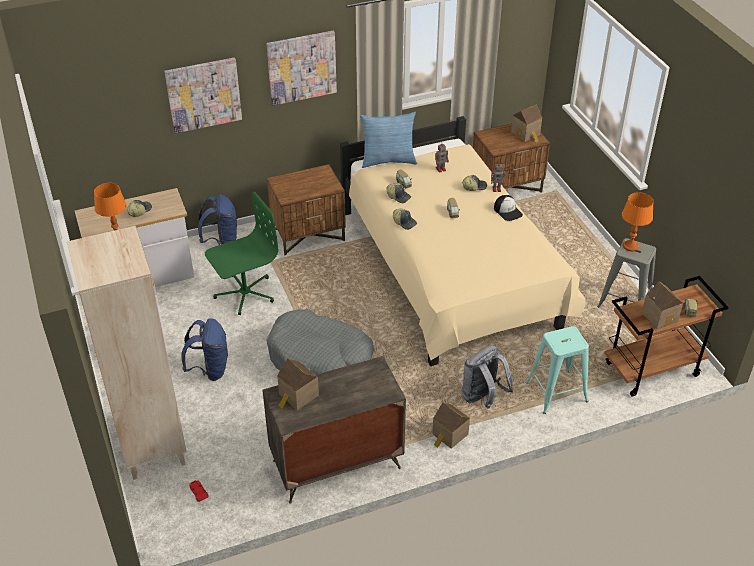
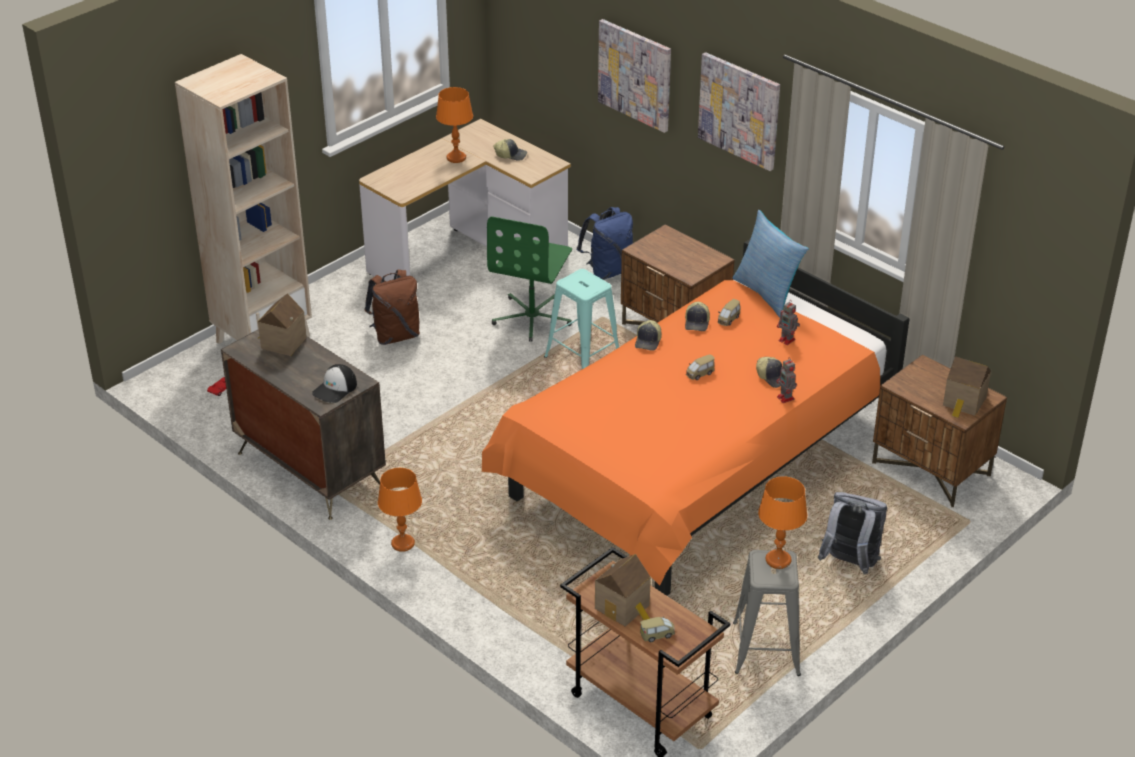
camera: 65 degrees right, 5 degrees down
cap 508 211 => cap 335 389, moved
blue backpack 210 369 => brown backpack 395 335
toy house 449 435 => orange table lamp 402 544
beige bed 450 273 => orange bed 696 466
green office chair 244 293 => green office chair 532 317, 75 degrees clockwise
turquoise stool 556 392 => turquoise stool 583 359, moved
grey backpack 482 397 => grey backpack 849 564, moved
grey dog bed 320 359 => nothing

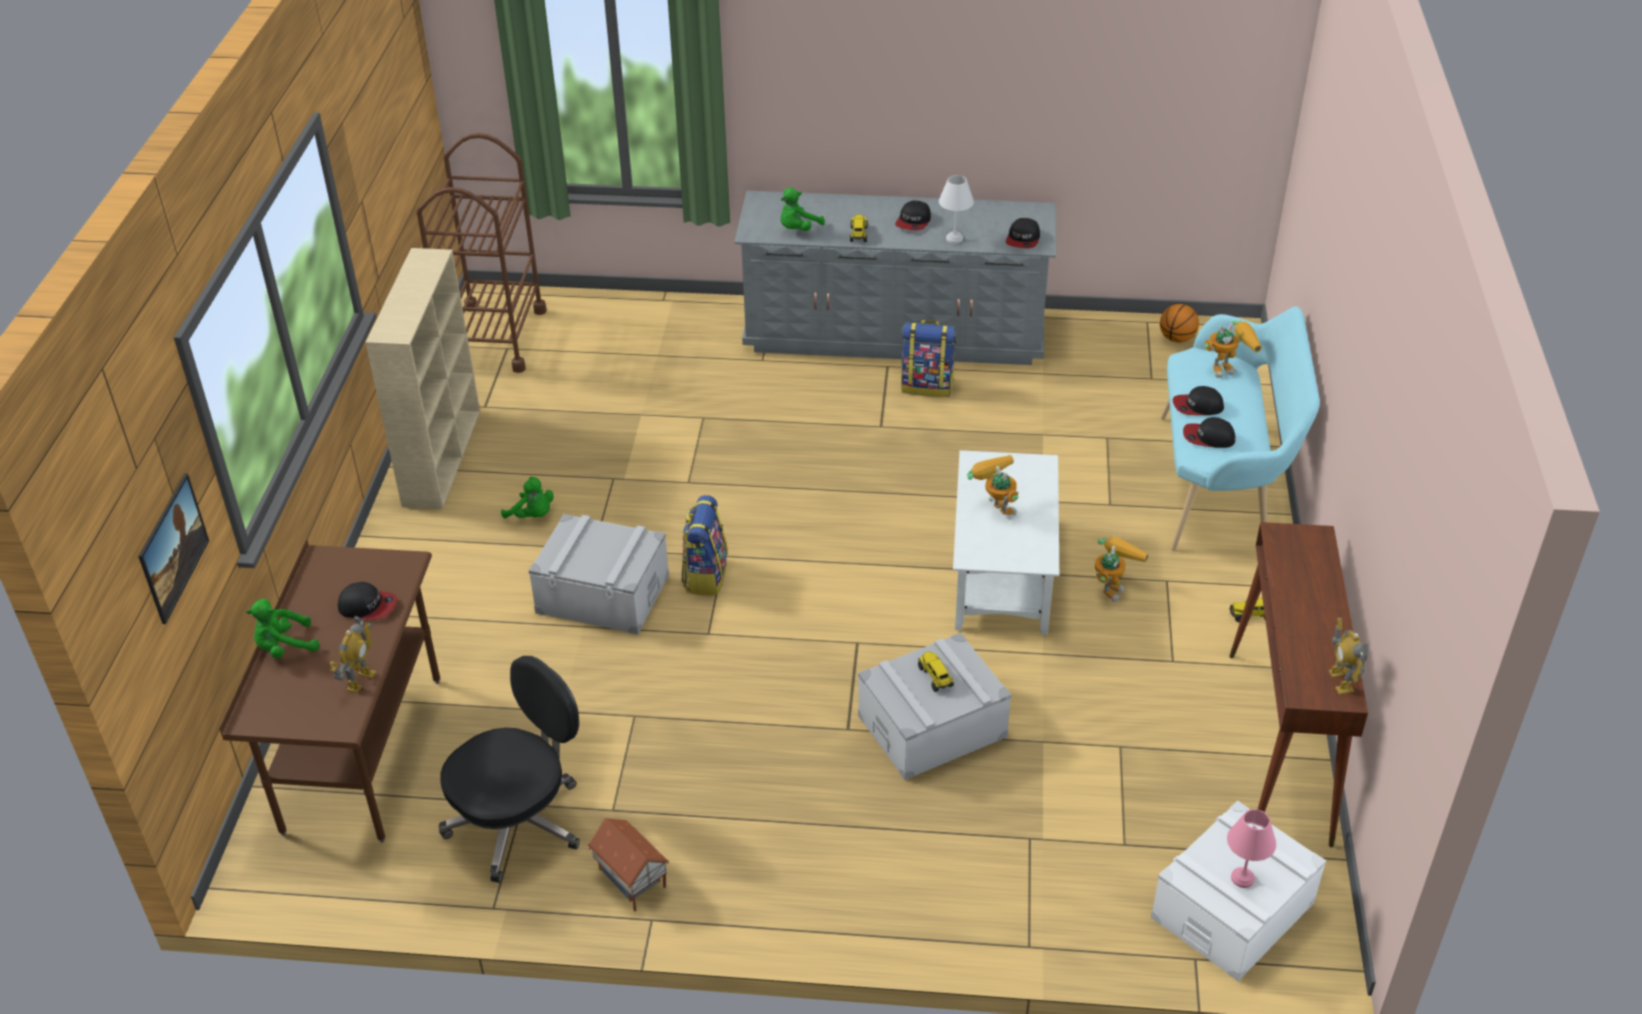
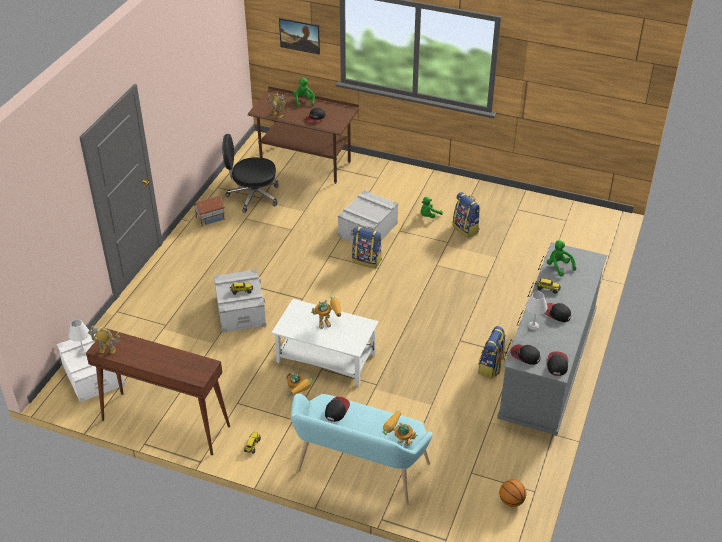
camera: 105 degrees right, 0 degrees up
pink table lamp 1241 878 => white table lamp 83 351
black office chair 519 822 => black office chair 252 196, 120 degrees clockwise
toy robot 1228 367 => toy robot 398 442, 120 degrees clockwise
nothing => backpack 466 229
cap 1197 406 => cap 557 364, moved
beige bookcase 442 456 => nothing
brown cart 494 338 => nothing

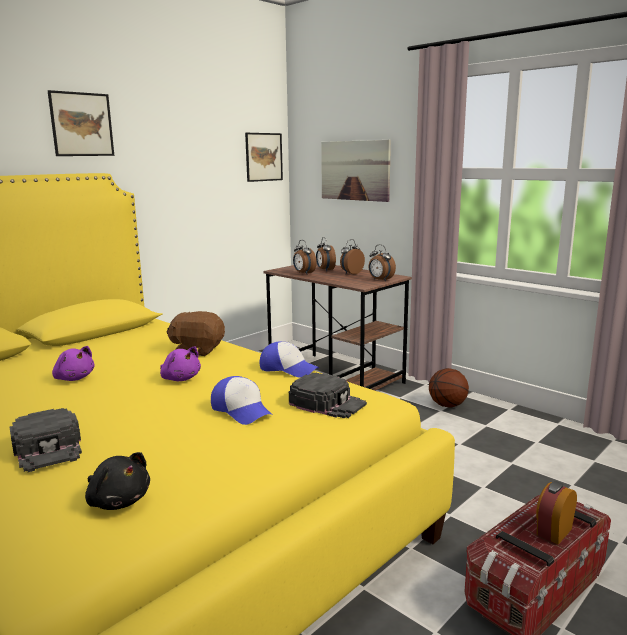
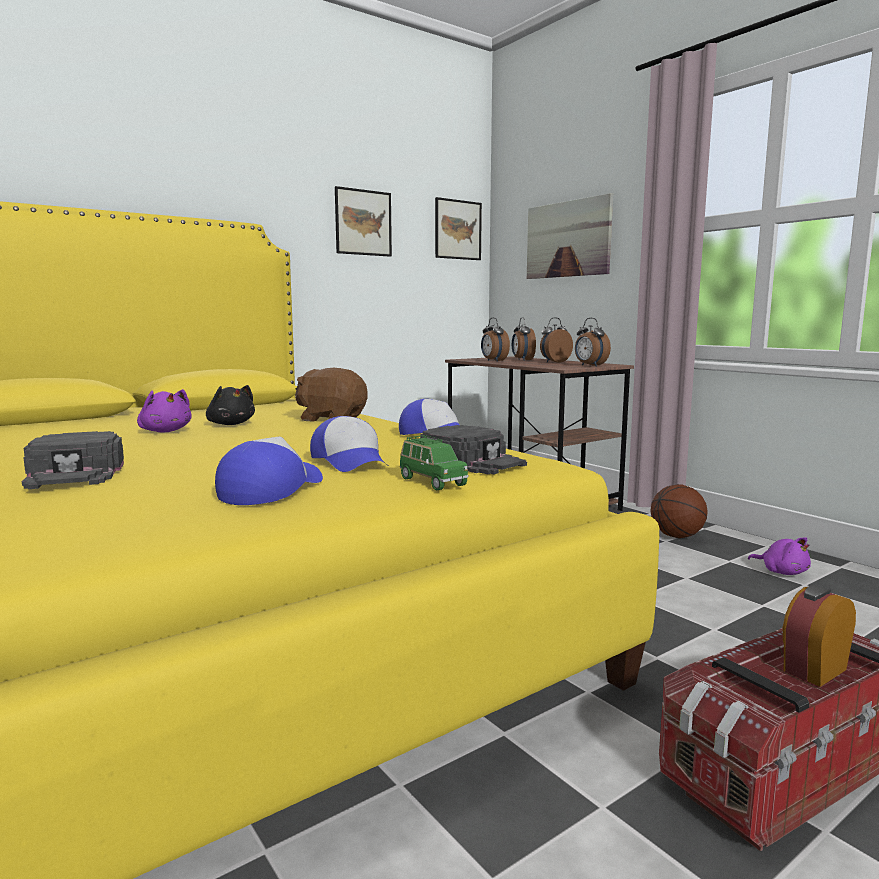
camera: 10 degrees right, 5 degrees down
black plush toy 118 501 => black plush toy 230 424, moved
nothing => cap 271 489
picture 81 124 => picture 363 222, moved
nothing => green toy car 432 481
purple plush toy 180 378 => purple plush toy 782 572, moved

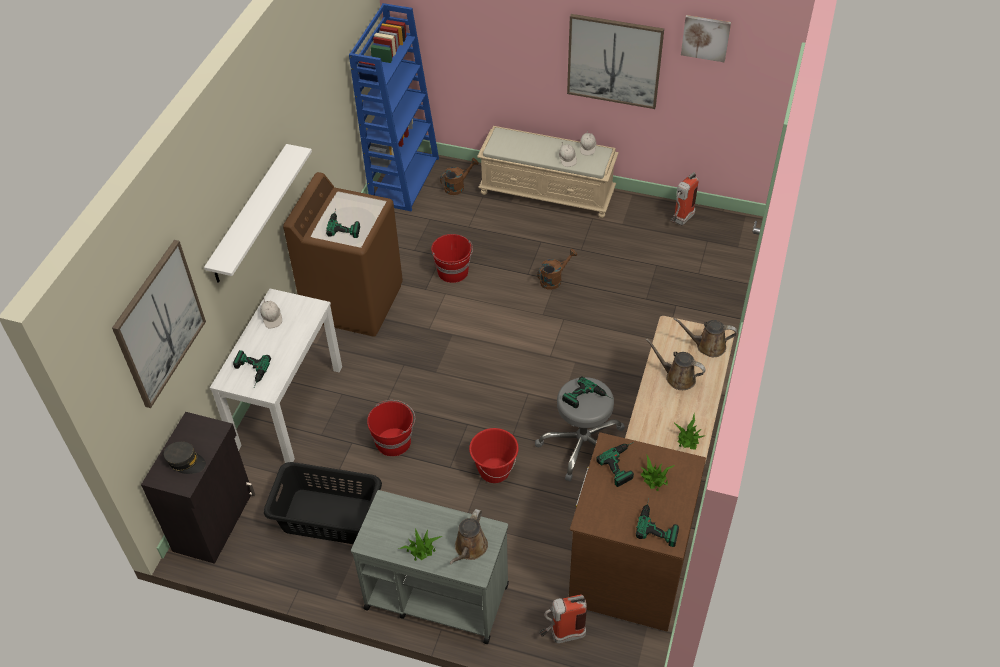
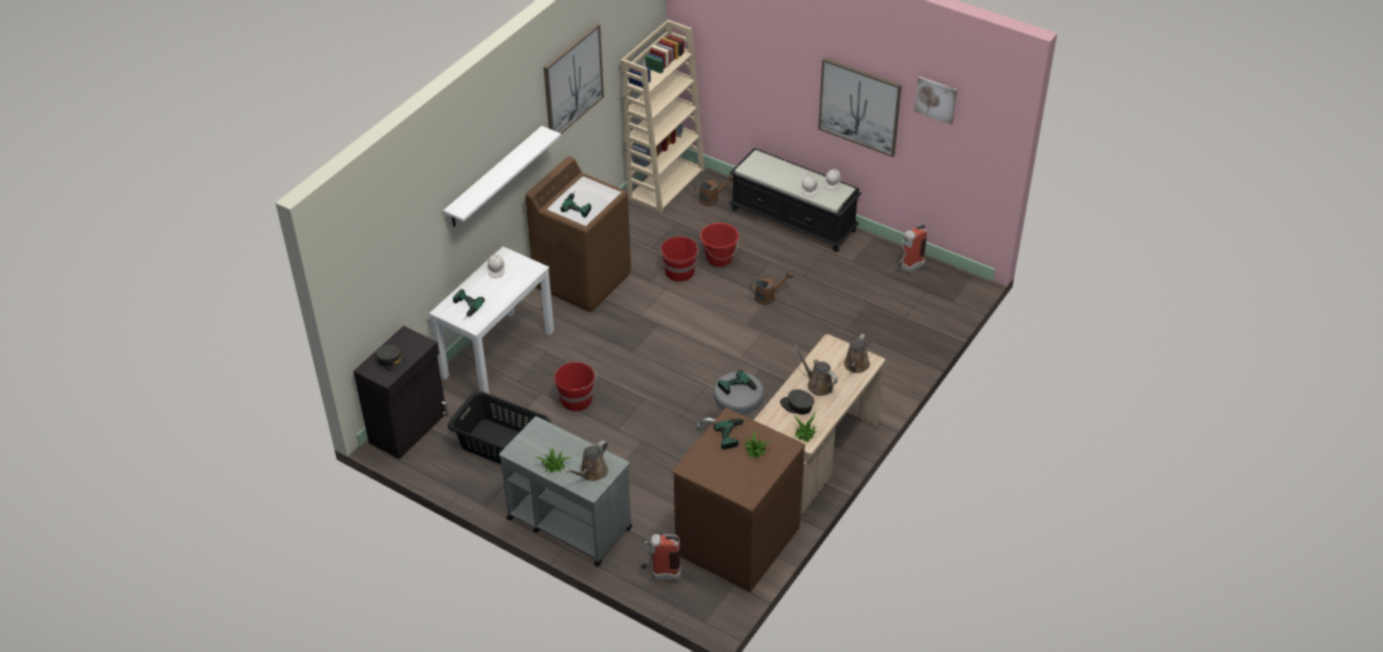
camera: 15 degrees right, 5 degrees down
picture 159 323 => picture 573 81, moved
blue bookcase 404 179 => beige bookcase 666 183
red bucket 494 471 => red bucket 719 259, moved
beige bench 548 192 => black bench 794 219
nothing => grey cap 797 406
brown watering can 707 346 => brown watering can 855 366, 90 degrees counterclockwise
power drill 658 523 => nothing

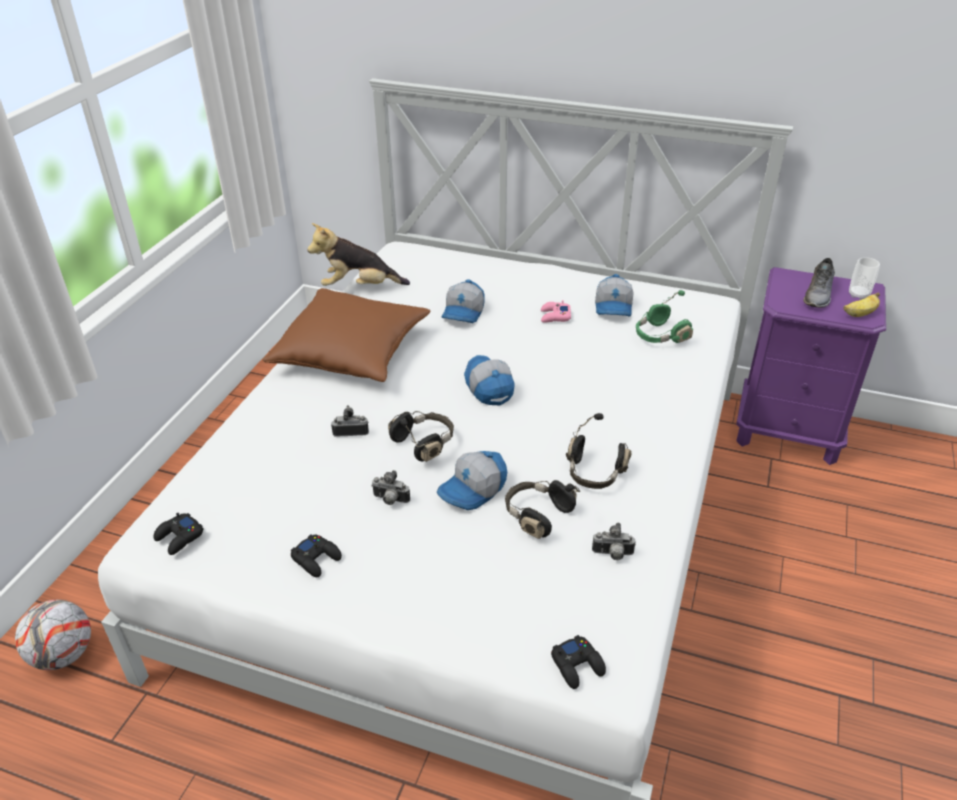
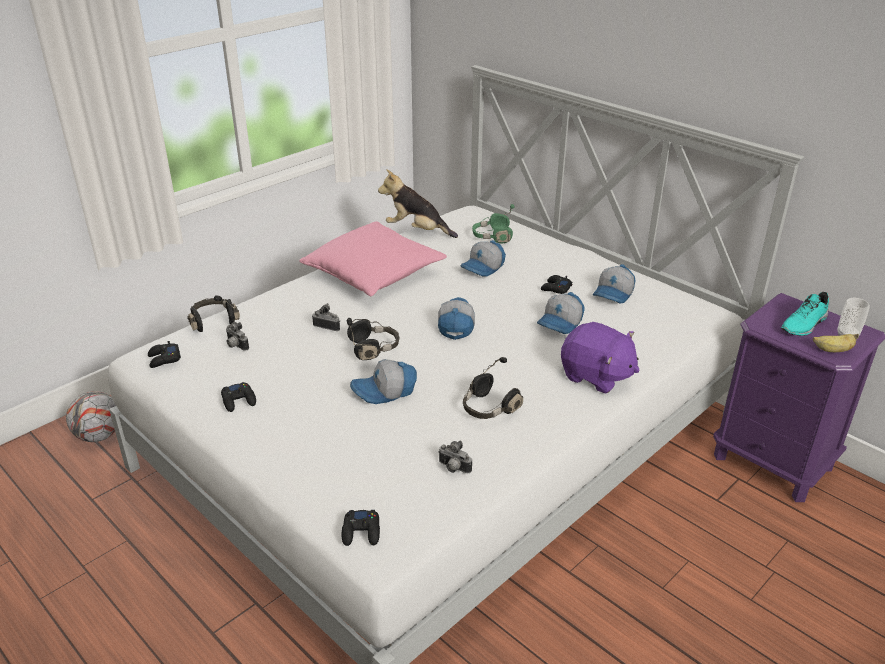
camera: 25 degrees right, 5 degrees down
black headphones 537 515 => black headphones 213 321, moved
photo camera 390 500 => photo camera 235 346, moved
brown pillow 351 352 => pink pillow 374 274
green headphones 660 336 => green headphones 492 237, moved
nothing => cap 561 323
pink game controller 555 316 => black game controller 555 288
nothing => purple plush toy 596 376
grey shoe 818 295 => turquoise shoe 804 325

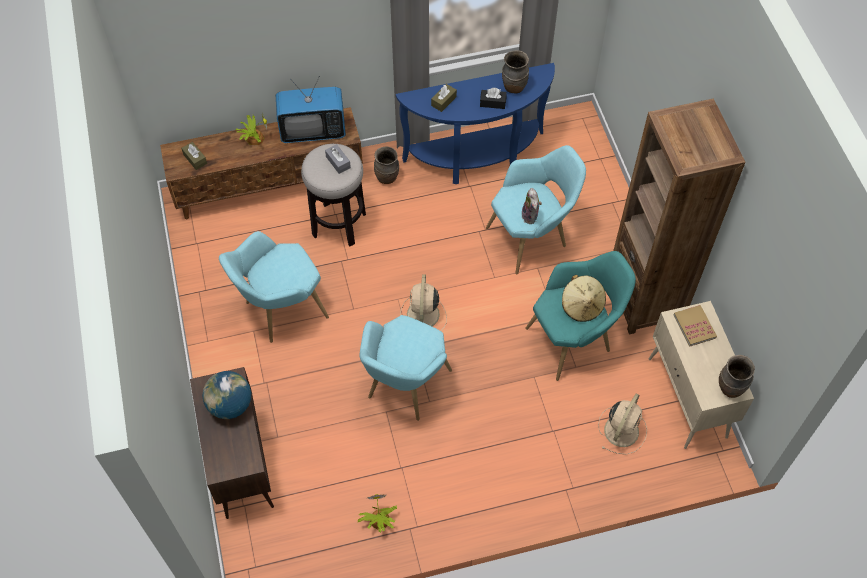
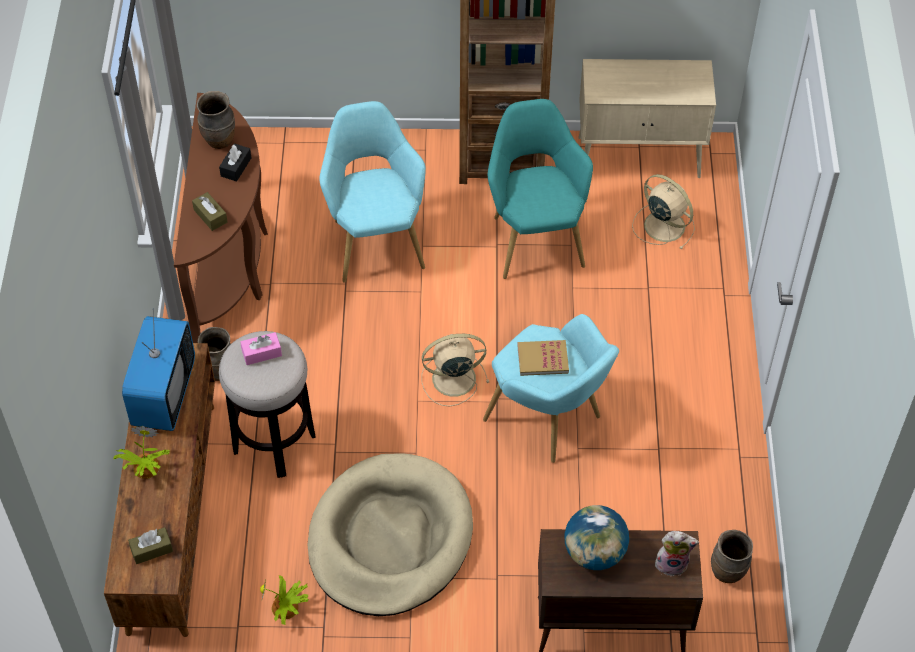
camera: 75 degrees left, 5 degrees down
blue console table 477 159 => brown console table 231 265
grey tissue box 338 162 => pink tissue box 261 353
potted plant 379 521 => potted plant 286 608, moved
turquoise armchair 280 310 => beige dog bed 390 538
beige fan 423 315 => beige fan 451 379, 150 degrees clockwise
book 694 326 => book 542 359, moved
plush toy 531 216 => plush toy 672 563, moved
brown vase 730 388 => brown vase 728 572, moved
beige hat 582 305 => nothing

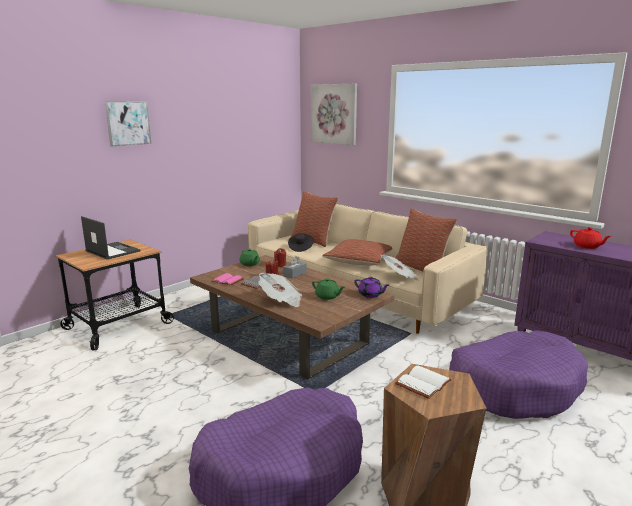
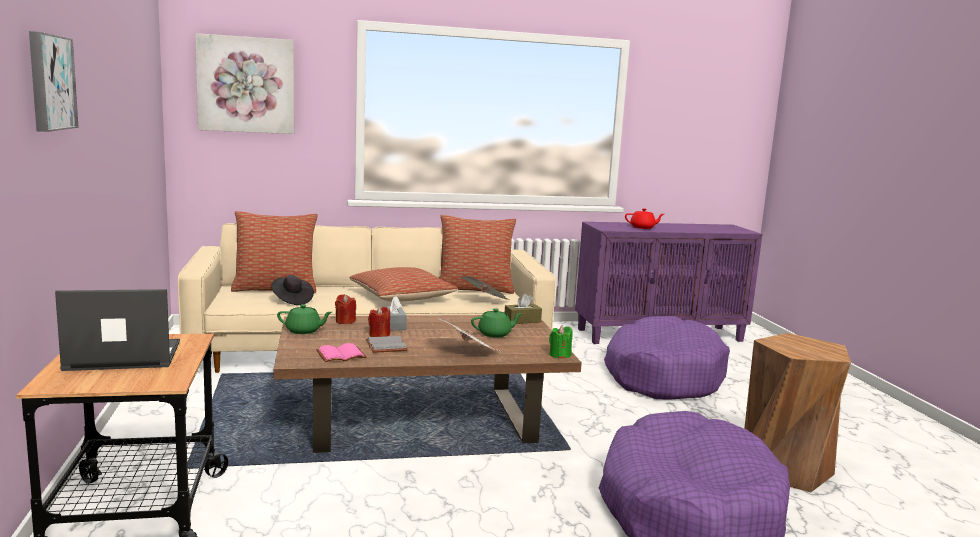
camera: 55 degrees left, 5 degrees down
purple teapot 370 295 => brown tissue box 522 320
nothing => green candle 560 355
white book 422 382 => nothing

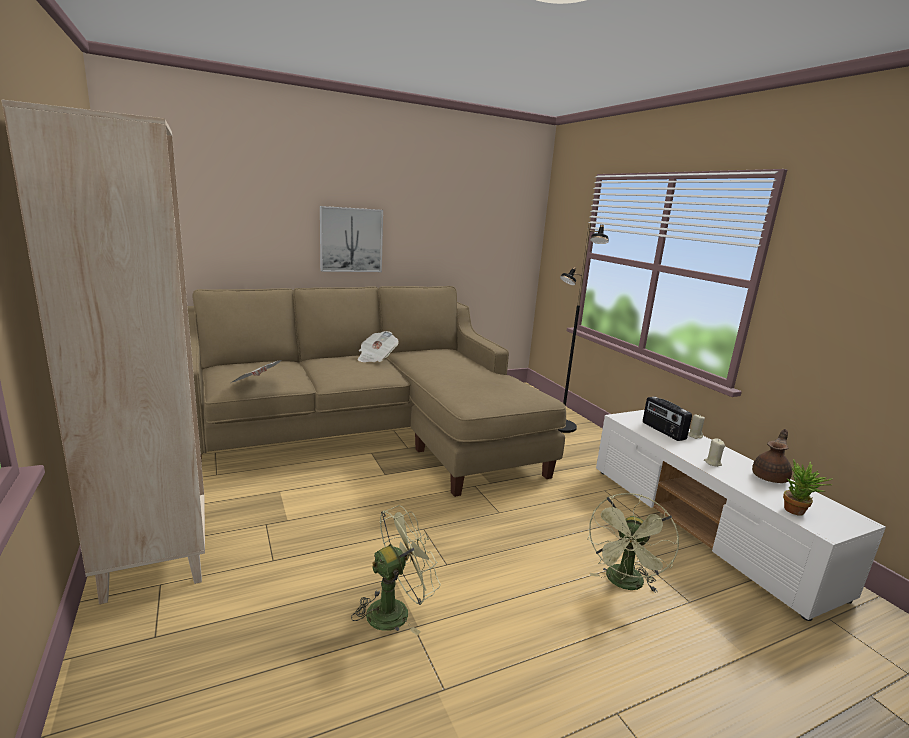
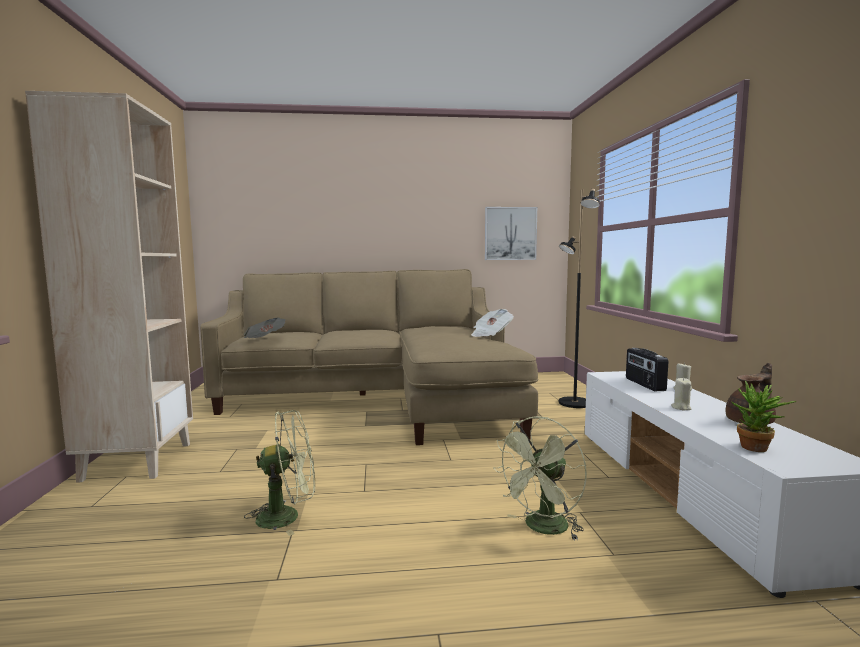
camera: 20 degrees right, 10 degrees down
newspaper 376 358 => newspaper 490 334, moved
picture 351 240 => picture 510 233, moved

